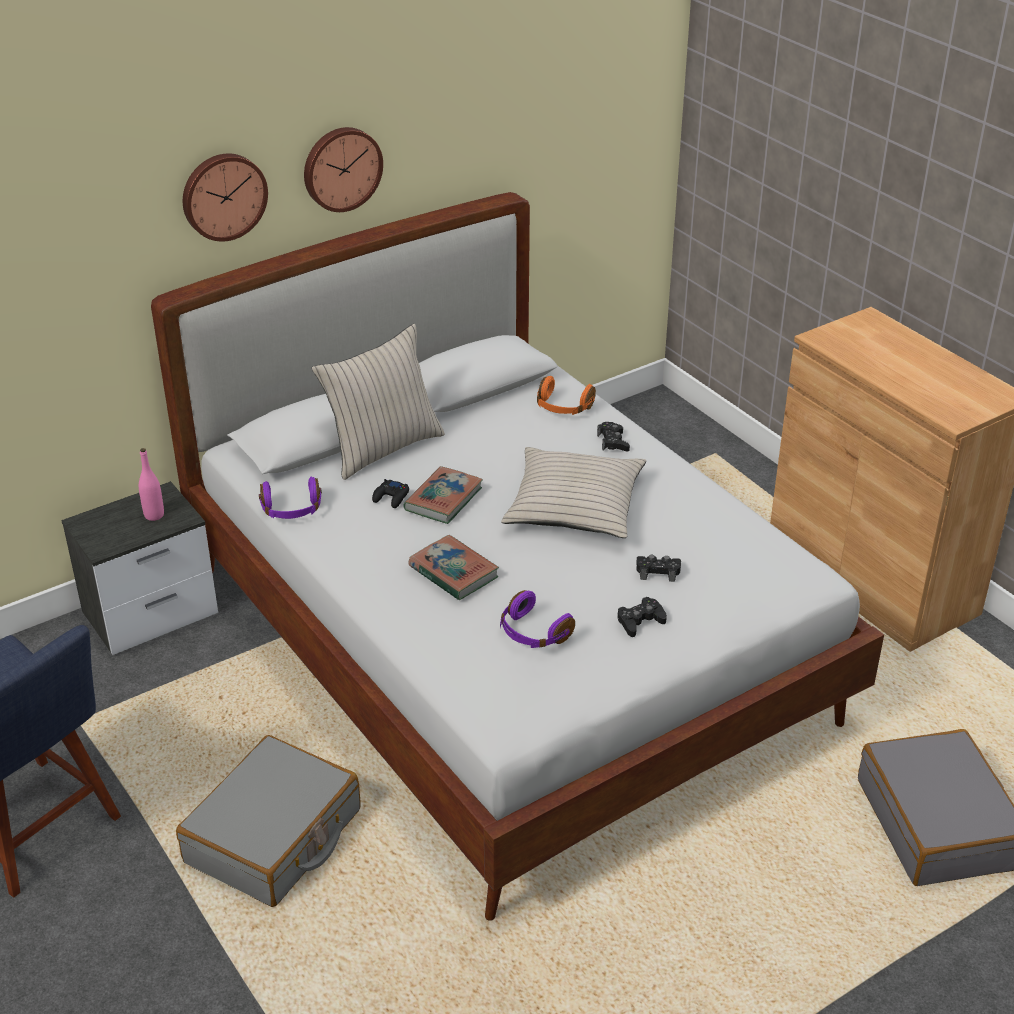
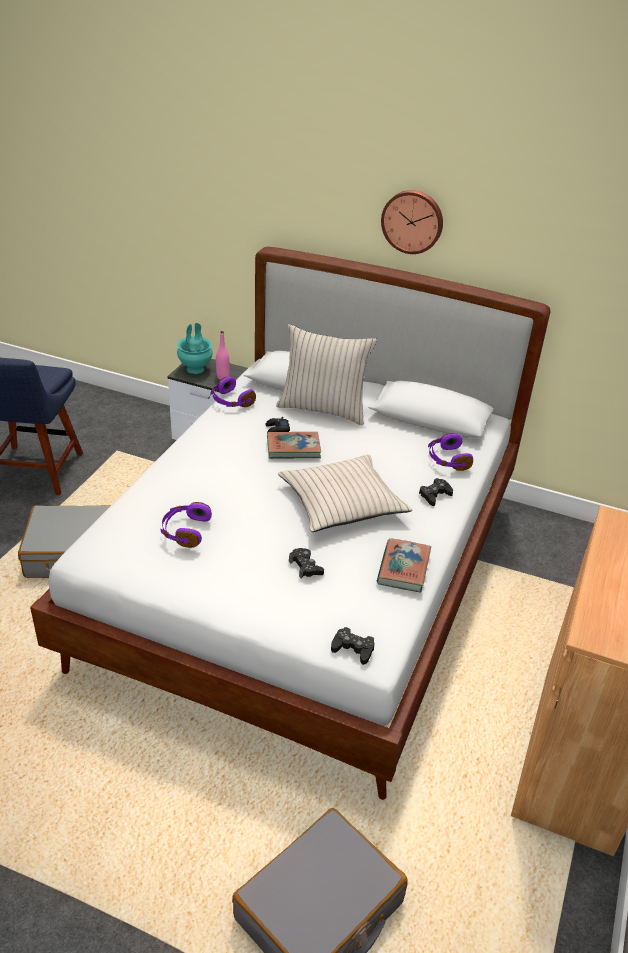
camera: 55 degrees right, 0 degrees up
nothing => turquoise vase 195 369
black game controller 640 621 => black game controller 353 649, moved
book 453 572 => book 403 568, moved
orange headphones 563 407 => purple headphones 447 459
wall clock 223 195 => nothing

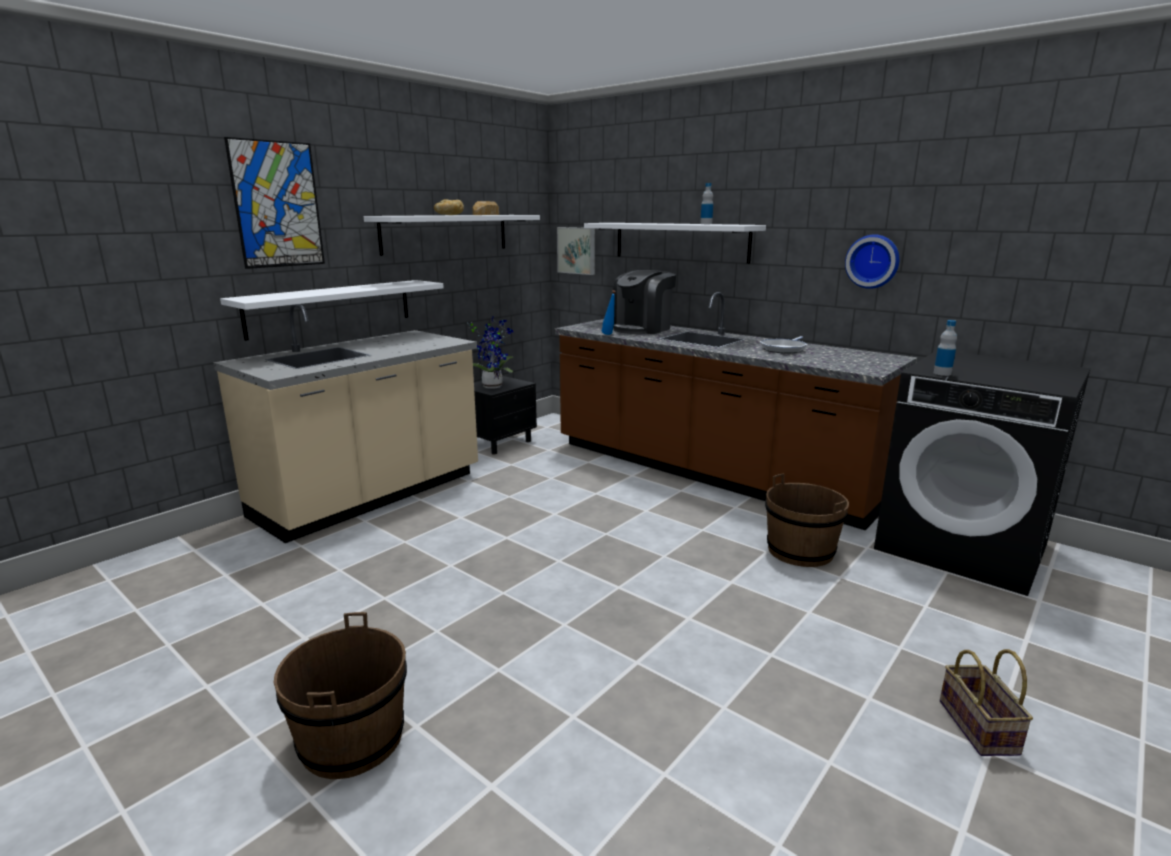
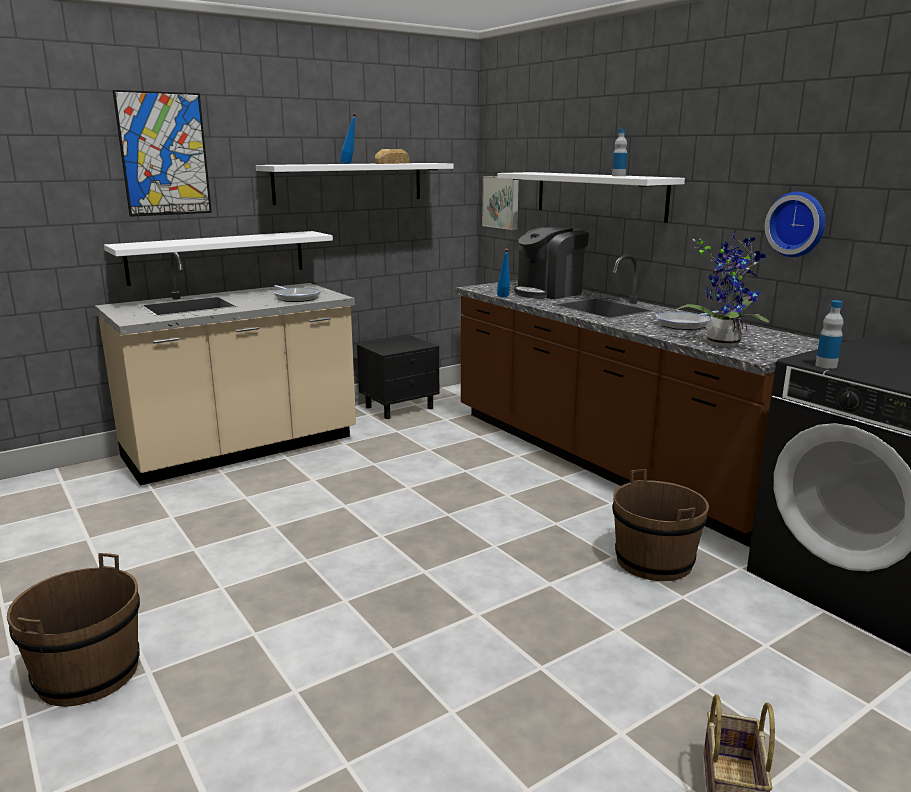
camera: 15 degrees right, 0 degrees up
nothing => frying pan 296 298
bread 449 215 => blue bottle 349 163
potted plant 493 386 => potted plant 723 342, moved

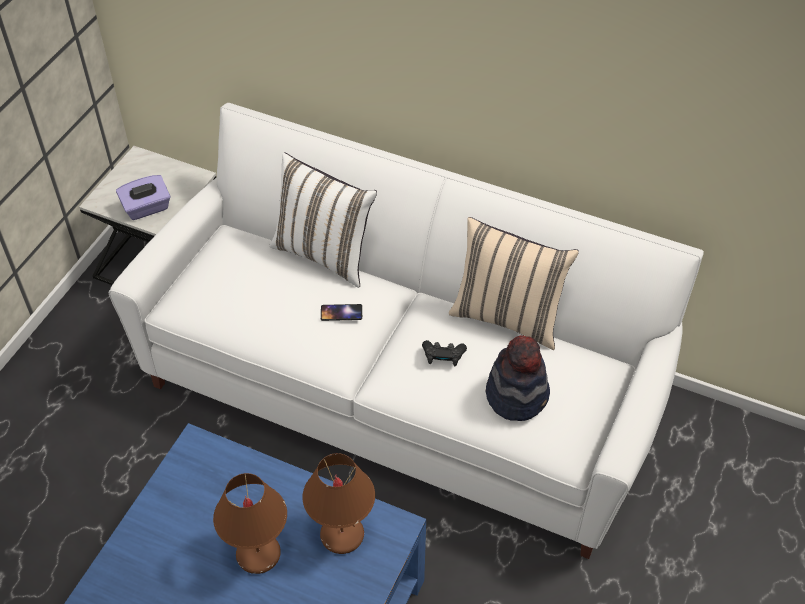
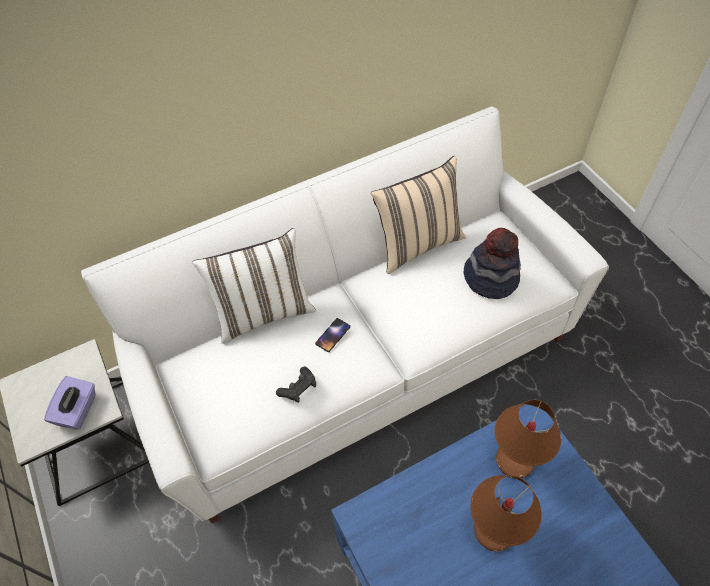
camera: 50 degrees left, 5 degrees up
black game controller 443 357 => black game controller 298 389, moved

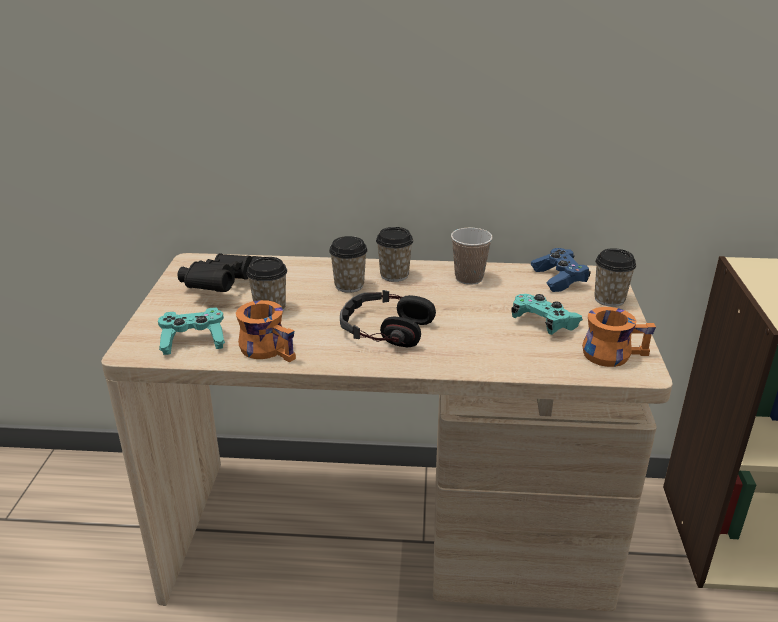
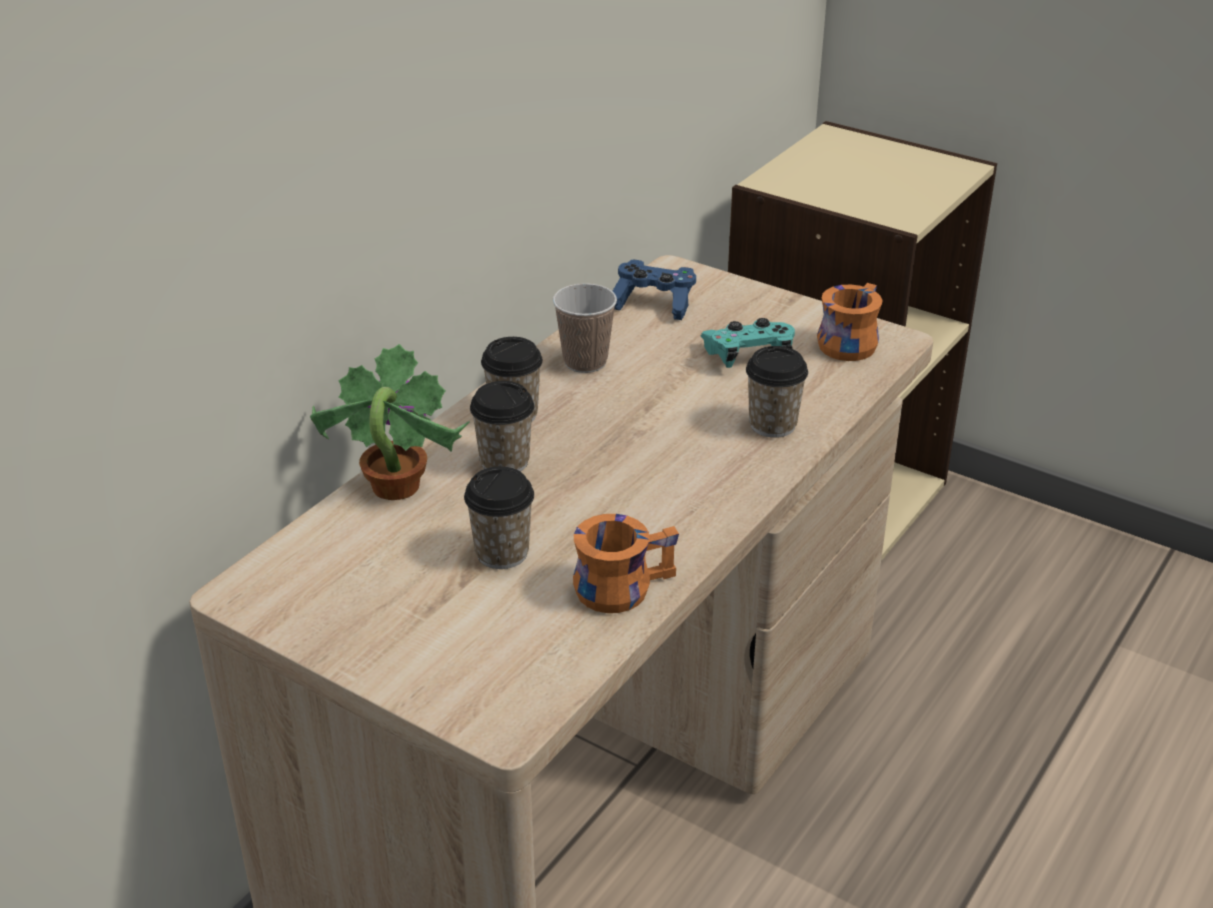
camera: 60 degrees left, 5 degrees up
nothing => potted plant 394 487
cup 609 299 => cup 772 425, moved
turquoise game controller 193 341 => nothing
black binoculars 221 287 => nothing
headphones 385 329 => nothing

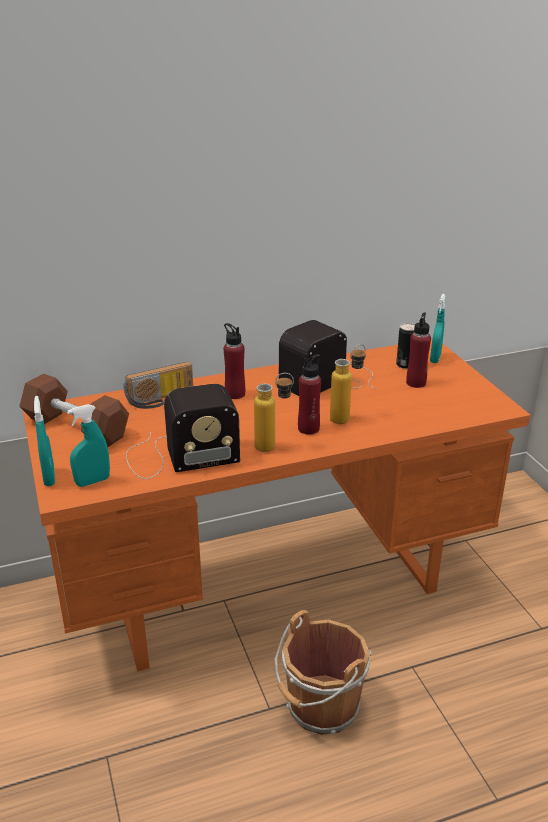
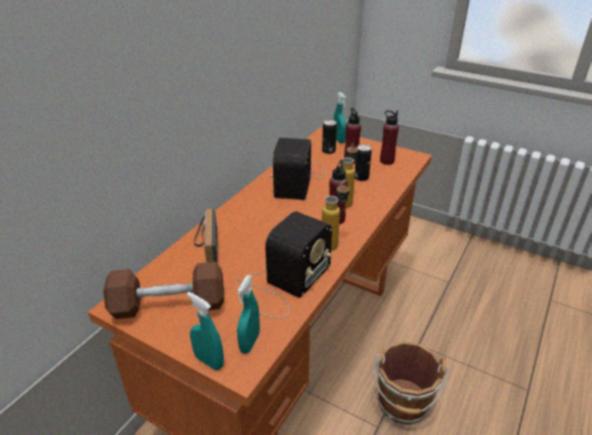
camera: 40 degrees left, 5 degrees up
radio 161 399 => radio 205 247, 150 degrees clockwise
nothing => can 361 178
red bottle 235 394 => red bottle 386 161, moved

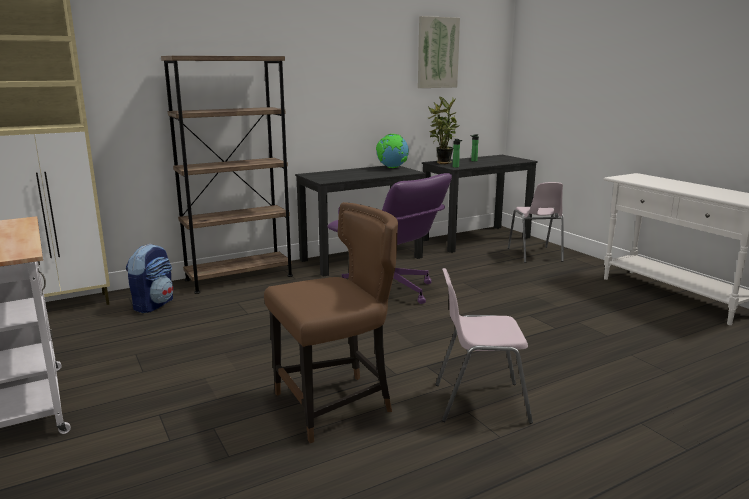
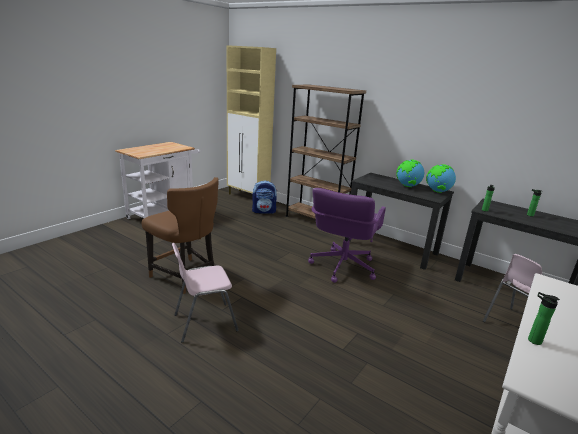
camera: 65 degrees right, 5 degrees up
pink chair 479 402 => pink chair 204 322, 90 degrees counterclockwise
nothing => globe 407 186
nothing => bottle 532 340
picture 437 53 => nothing
potted plant 442 163 => nothing

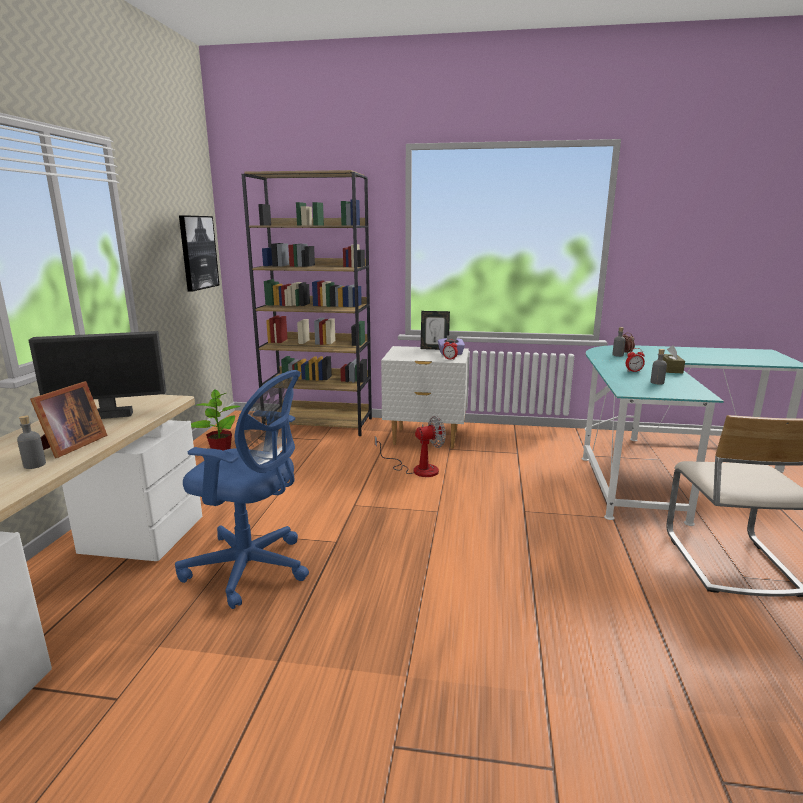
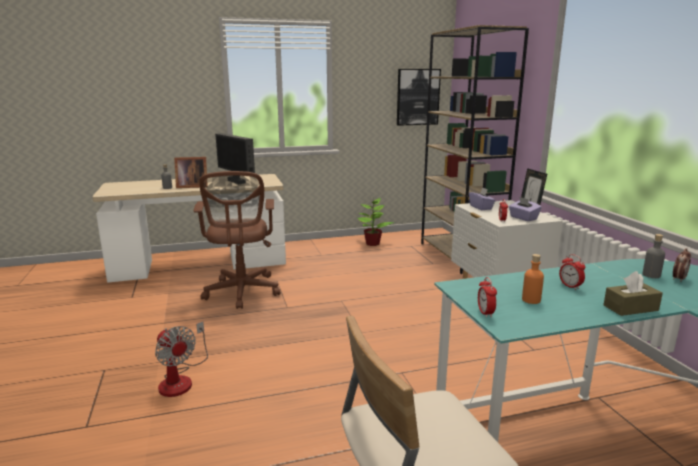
camera: 65 degrees right, 0 degrees up
fan 417 469 => fan 181 379, moved
blue office chair 252 568 => brown office chair 242 293
nothing => purple tissue box 481 207
nothing => alarm clock 485 313
grey bottle 657 382 => orange bottle 531 300

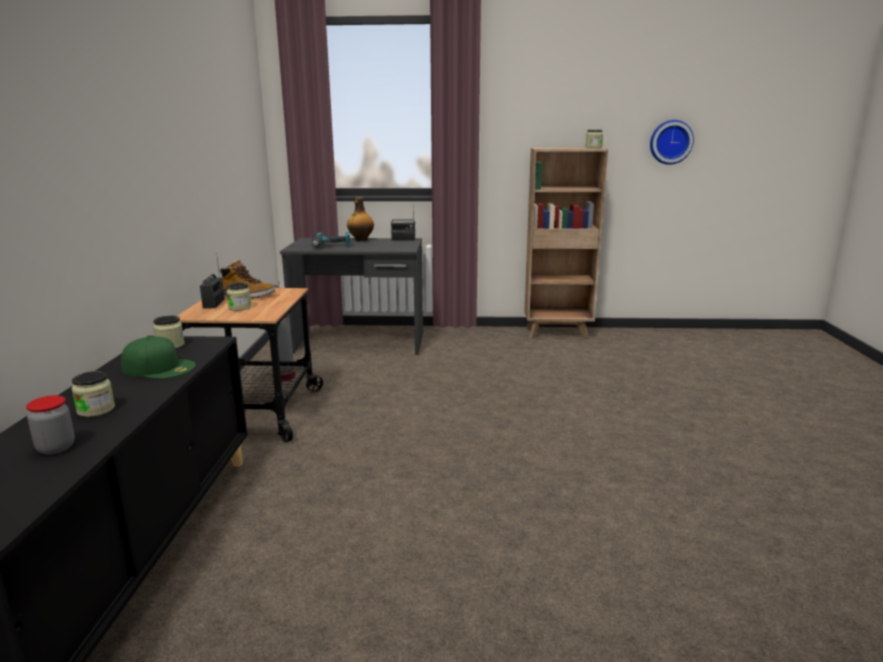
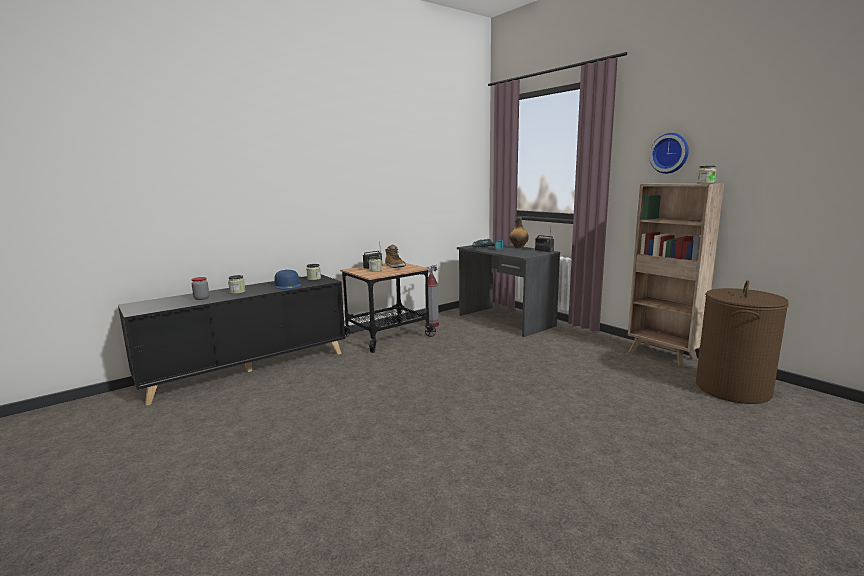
camera: 50 degrees right, 5 degrees down
green cap 159 367 => blue cap 288 285
wall clock 670 142 => wall clock 670 153, moved
nothing => brown laundry basket 732 389

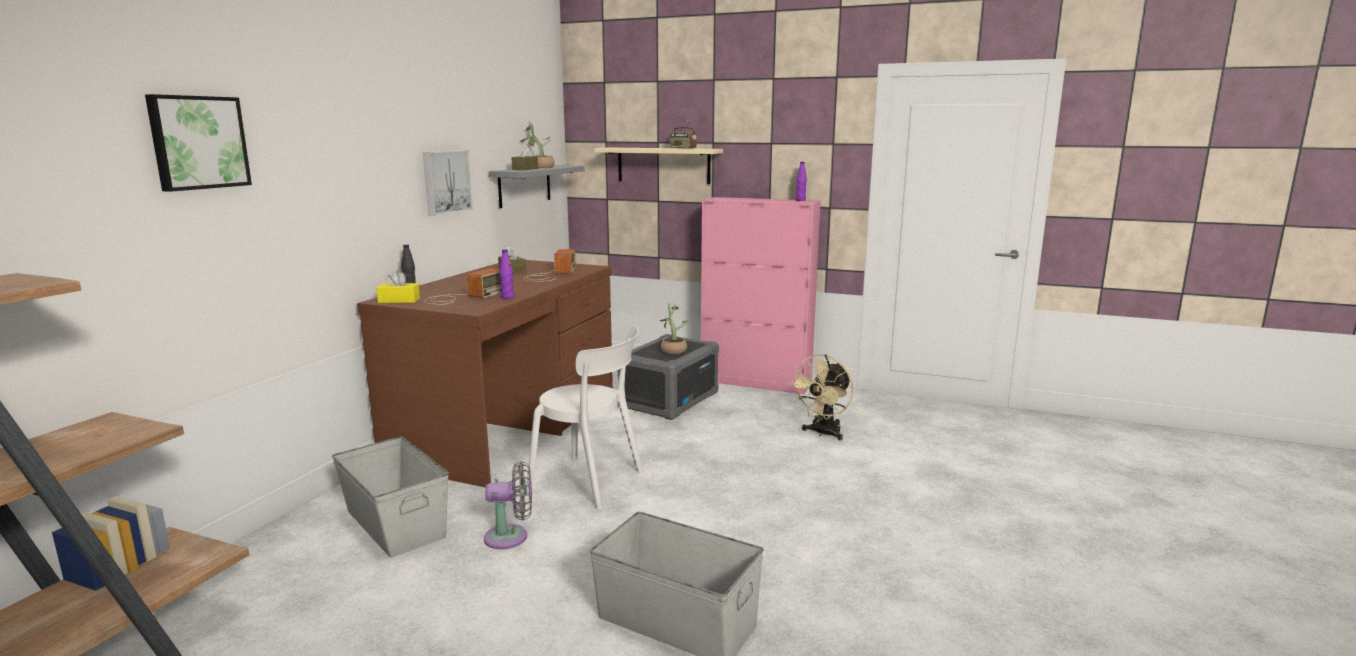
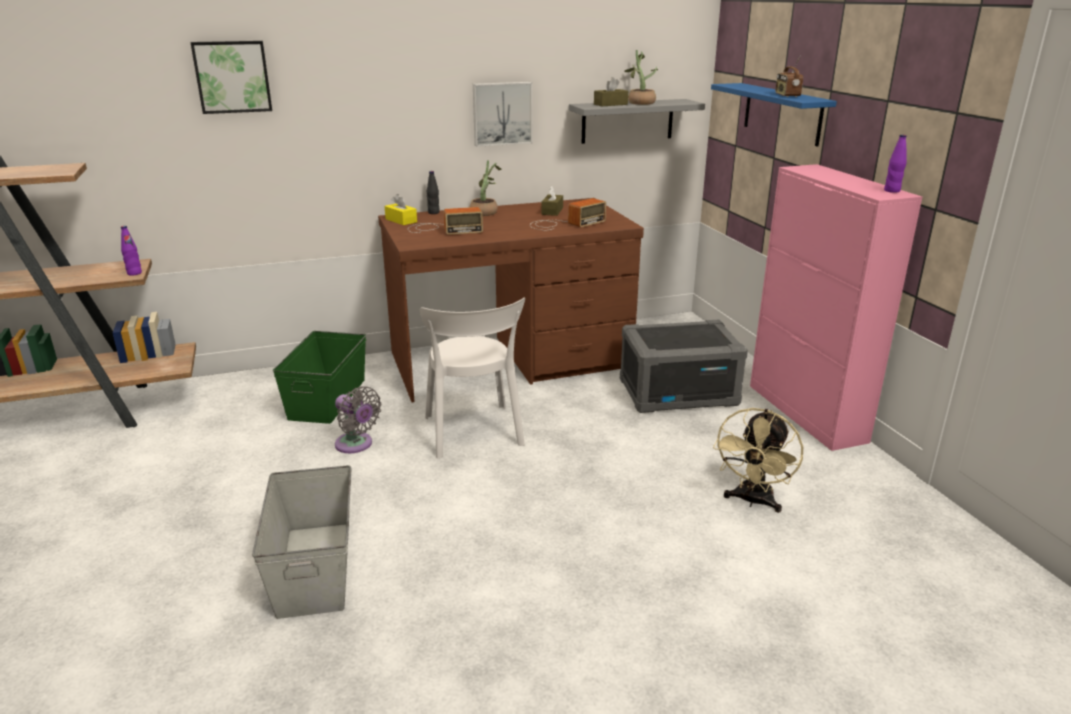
camera: 50 degrees right, 10 degrees up
purple bottle 507 297 => purple bottle 134 273, moved
grey storage box 396 523 => green storage box 328 398
potted plant 673 349 => potted plant 485 212, moved
beige shelf 663 165 => blue shelf 782 113
beige fan 823 433 => beige fan 752 501, 60 degrees counterclockwise

